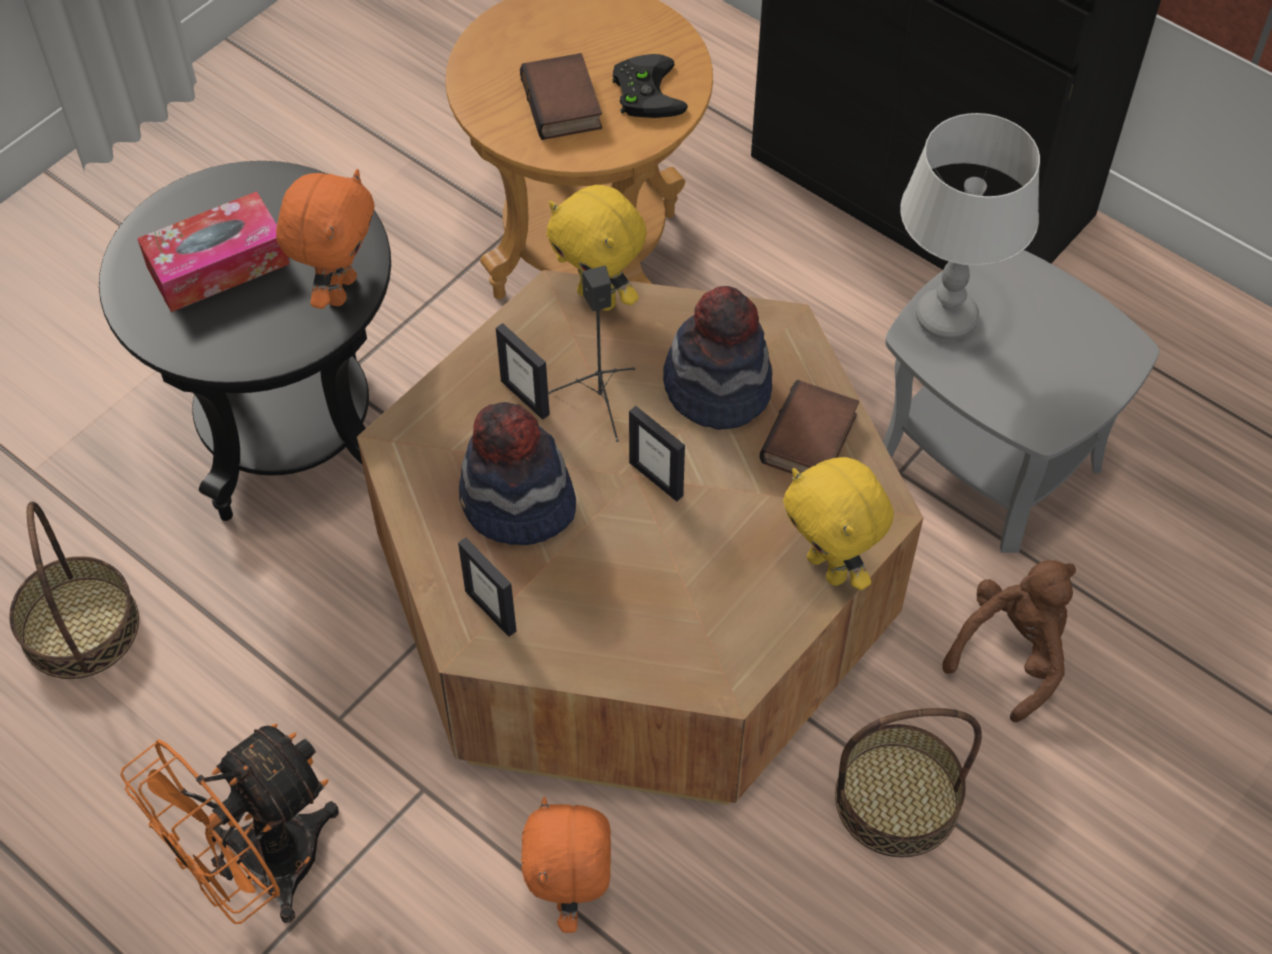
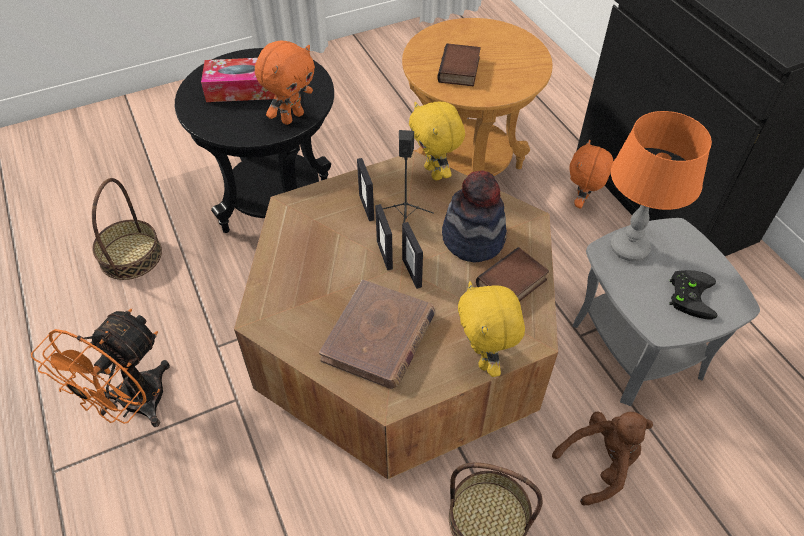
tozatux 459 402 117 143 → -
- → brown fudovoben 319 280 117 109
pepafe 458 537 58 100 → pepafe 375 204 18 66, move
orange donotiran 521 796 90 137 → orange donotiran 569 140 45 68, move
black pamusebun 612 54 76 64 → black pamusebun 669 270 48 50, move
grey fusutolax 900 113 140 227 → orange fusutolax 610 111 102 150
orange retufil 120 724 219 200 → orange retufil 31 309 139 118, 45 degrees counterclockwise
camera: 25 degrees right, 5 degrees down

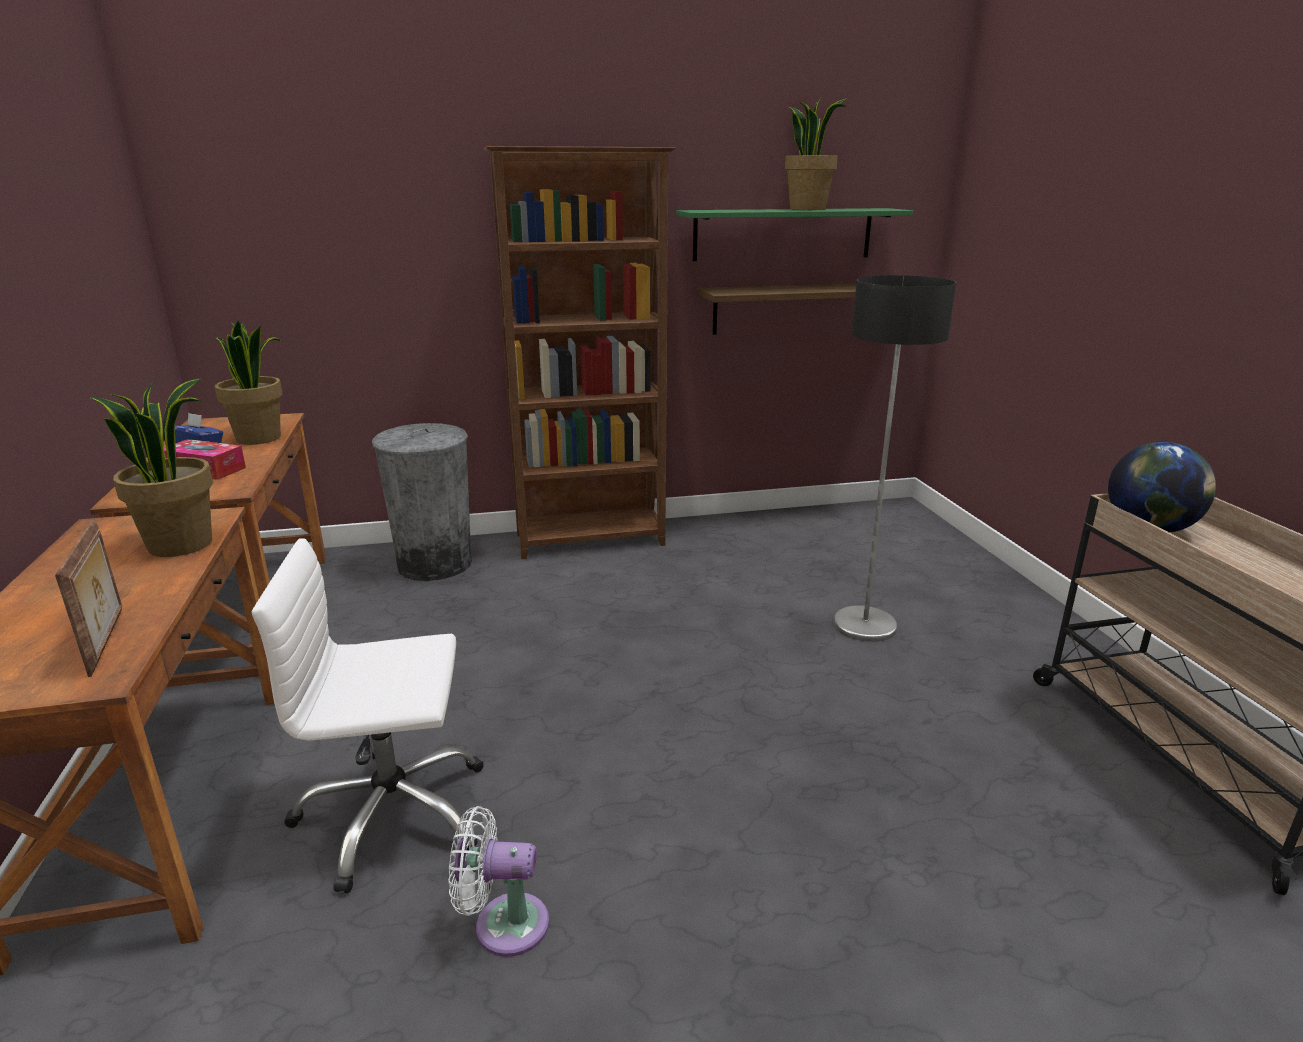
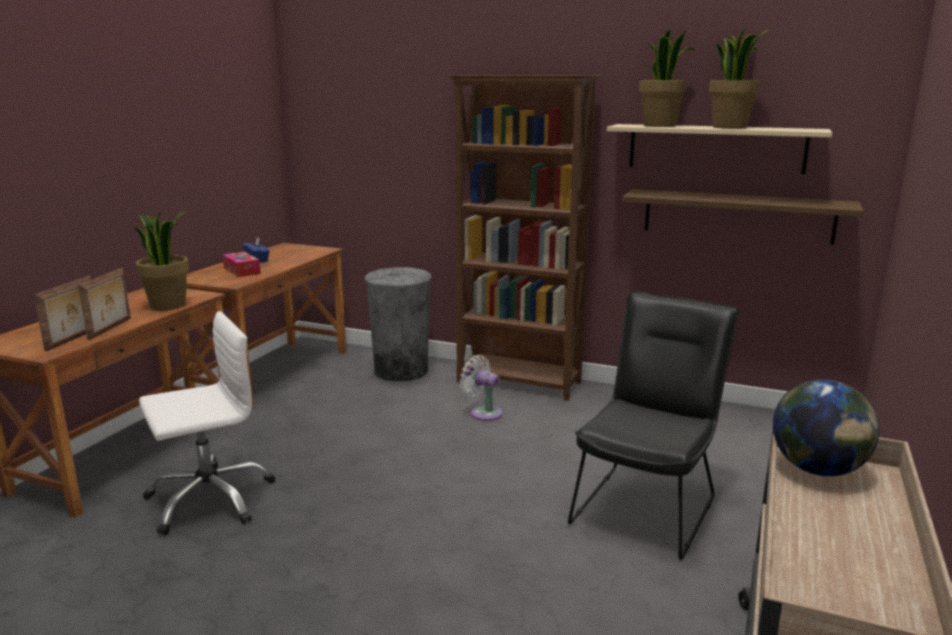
- → pepafe 78 268 53 72
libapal 215 320 68 125 → libapal 639 29 55 98, move
white retufil 448 806 101 151 → white retufil 460 355 43 66, move
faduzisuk 833 275 123 367 → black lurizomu 568 291 171 269
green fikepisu 676 208 237 53 → beige fikepisu 607 124 225 50
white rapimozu 252 538 232 356 → white rapimozu 139 311 136 224, 120 degrees clockwise
camera: 35 degrees right, 5 degrees down

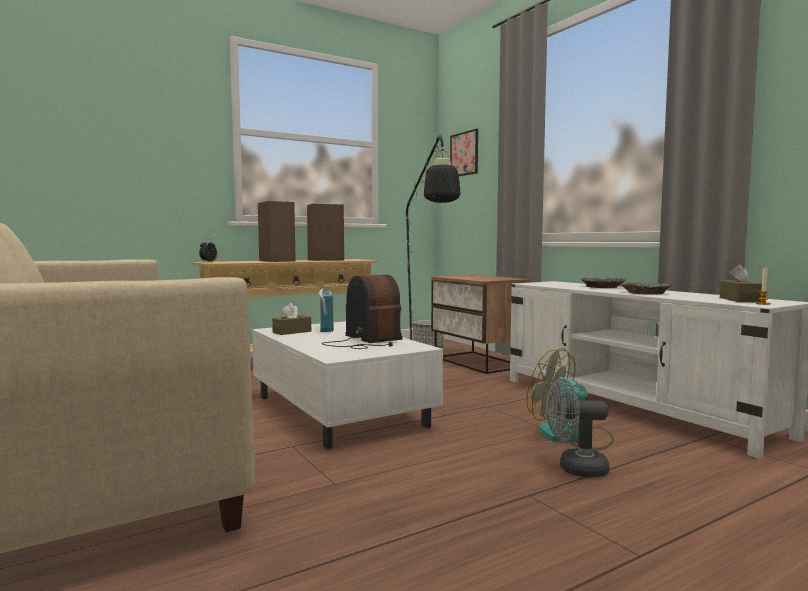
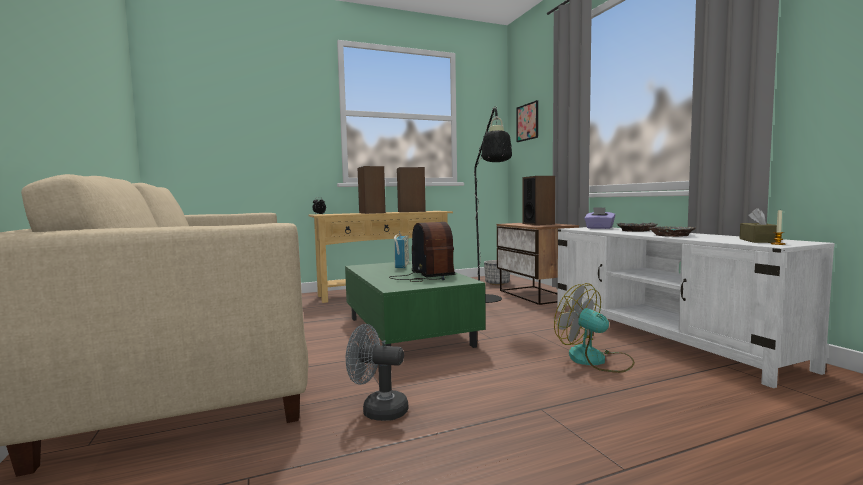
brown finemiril 272 303 39 32 → -
- → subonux 522 176 33 49
- → purple finemiril 584 207 31 22
grey retufil 546 378 63 99 → grey retufil 346 324 63 97, move
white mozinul 252 321 191 128 → green mozinul 345 261 141 87
camera: 10 degrees right, 0 degrees up

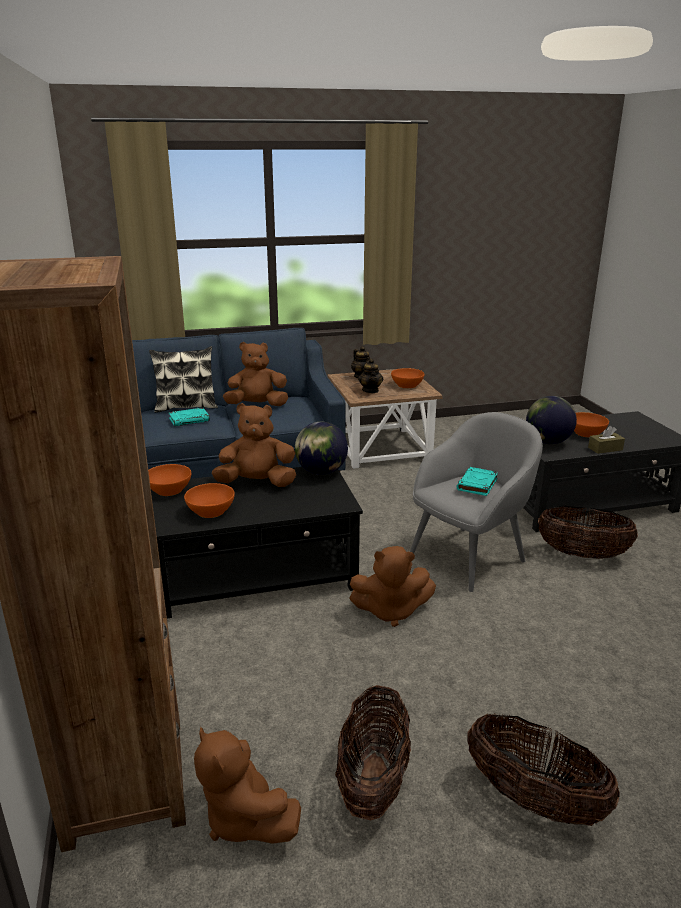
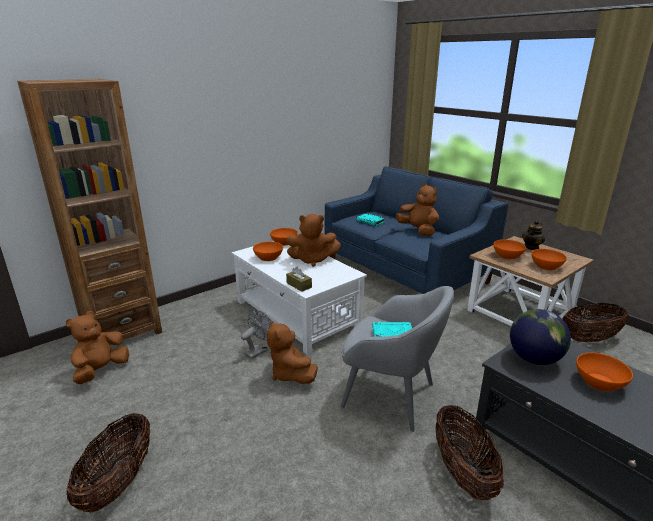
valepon 149 346 69 67 → -
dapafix 295 422 53 53 → -
- → grey retufil 241 309 30 50
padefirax 335 685 76 136 → padefirax 563 303 66 39, move
brown finemiril 588 426 37 28 → brown finemiril 286 266 26 26, move
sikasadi 358 358 25 35 → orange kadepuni 493 239 33 20
black mozinul 151 467 212 152 → white mozinul 232 241 135 114
brown donotiran 212 403 84 84 → brown donotiran 286 214 55 53, 120 degrees clockwise
camera: 65 degrees right, 0 degrees up

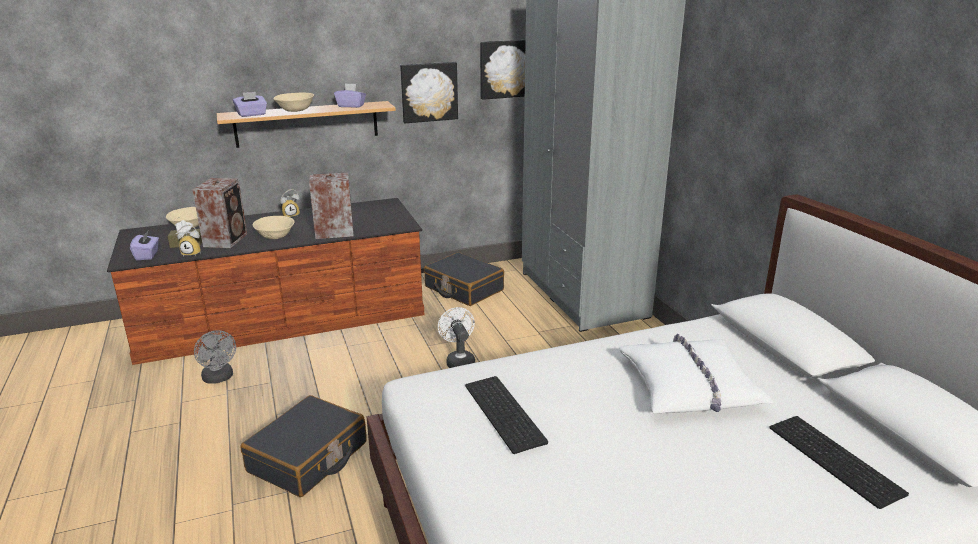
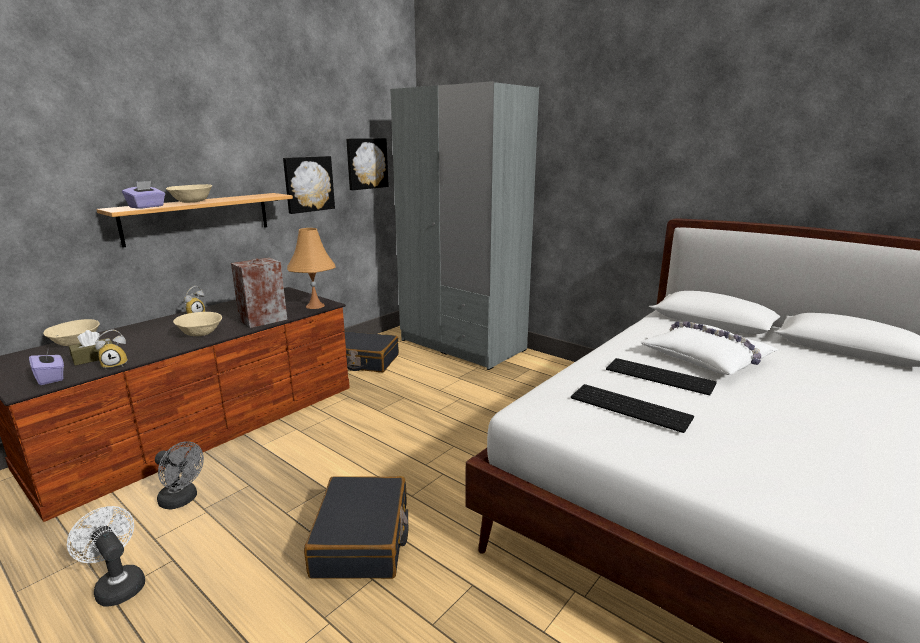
subonux 192 178 55 70 → -
purple finemiril 334 83 32 25 → -
- → orange fusutolax 287 228 49 81
white retufil 438 307 37 61 → white retufil 67 506 78 101, move
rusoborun 770 416 139 93 → rusoborun 606 358 111 37, move
camera: 30 degrees left, 5 degrees down

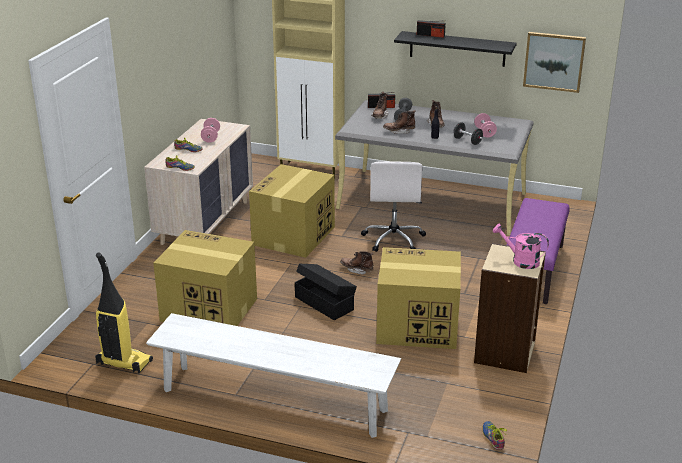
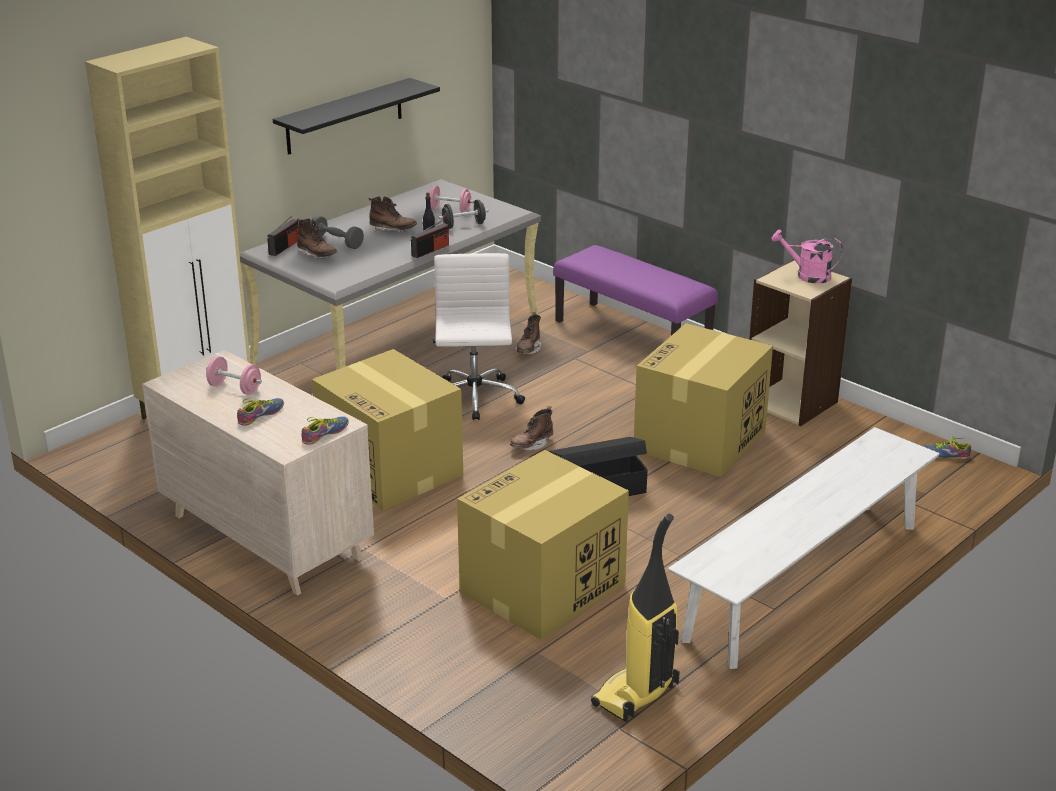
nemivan 523 32 63 61 → -
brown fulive 383 110 33 24 → brown fulive 515 312 26 43, move
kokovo 417 20 29 18 → kokovo 411 220 38 38, move
white rapimozu 361 161 65 91 → white rapimozu 433 253 92 167, 120 degrees counterclockwise
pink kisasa 493 224 56 45 → pink kisasa 772 229 71 54, 60 degrees clockwise
camera: 65 degrees left, 0 degrees up

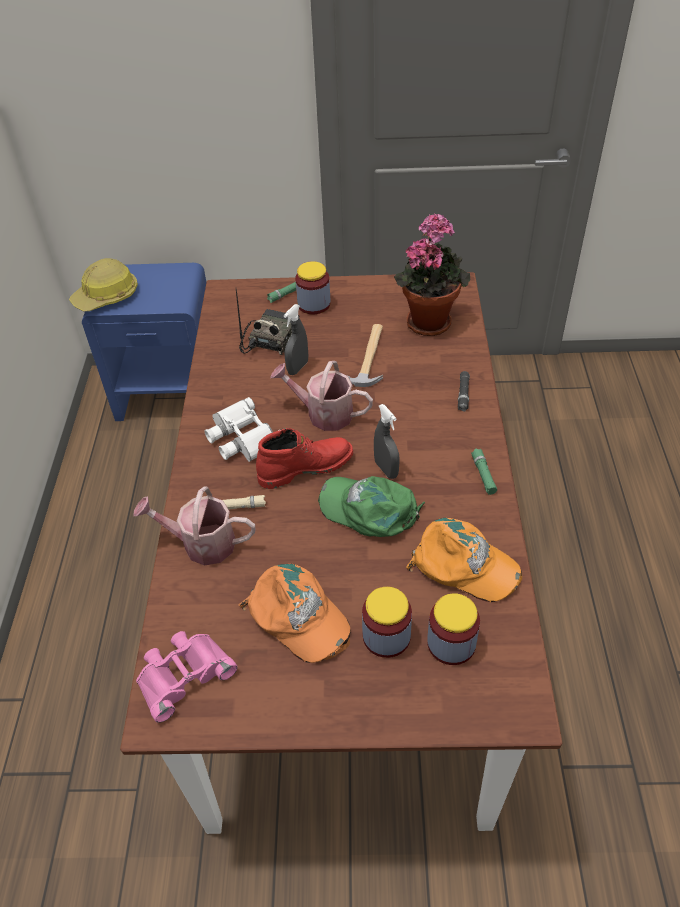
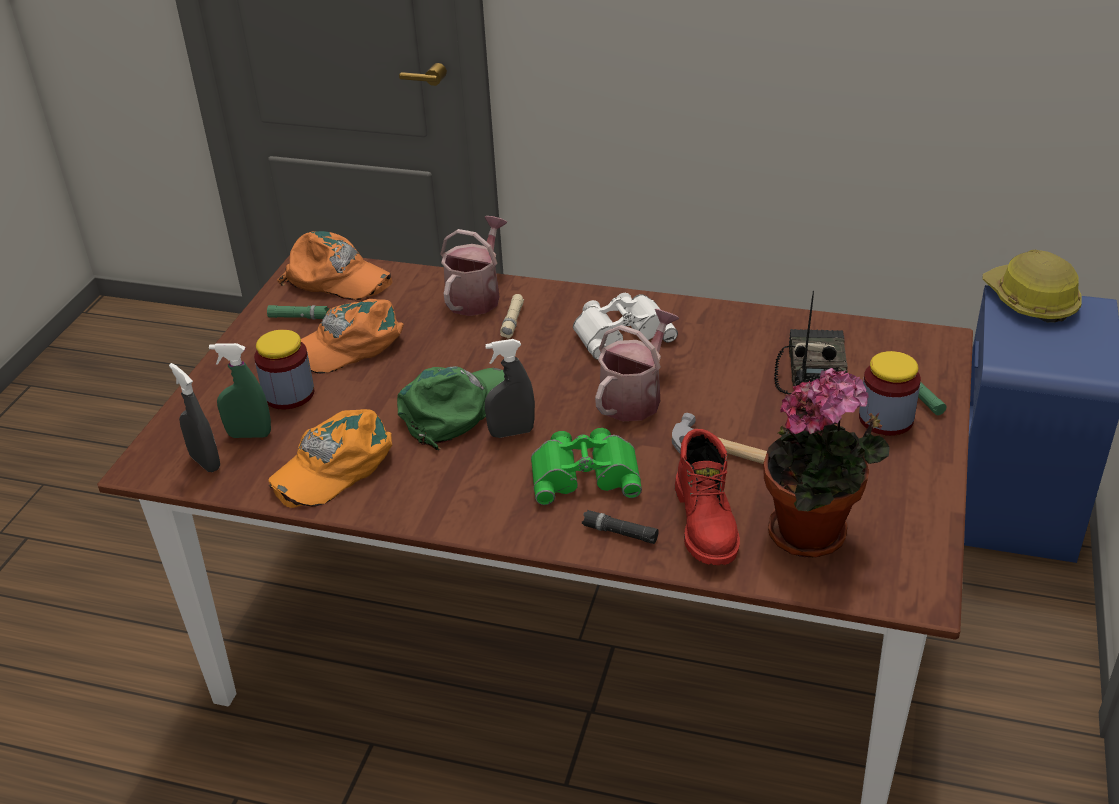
- → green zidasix 531 428 111 77
red fulive 256 428 97 61 → red fulive 675 429 65 136, move
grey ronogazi 284 304 24 71 → grey ronogazi 169 363 51 109, move
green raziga 471 448 26 47 → green raziga 267 305 62 14, move
pink zidasix 136 631 102 92 → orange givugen 277 231 116 69
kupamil 427 593 53 72 → green ronogazi 209 343 62 95
kokovo 235 287 64 68 → kokovo 774 291 74 103, 120 degrees counterclockwise
camera: 105 degrees right, 10 degrees down

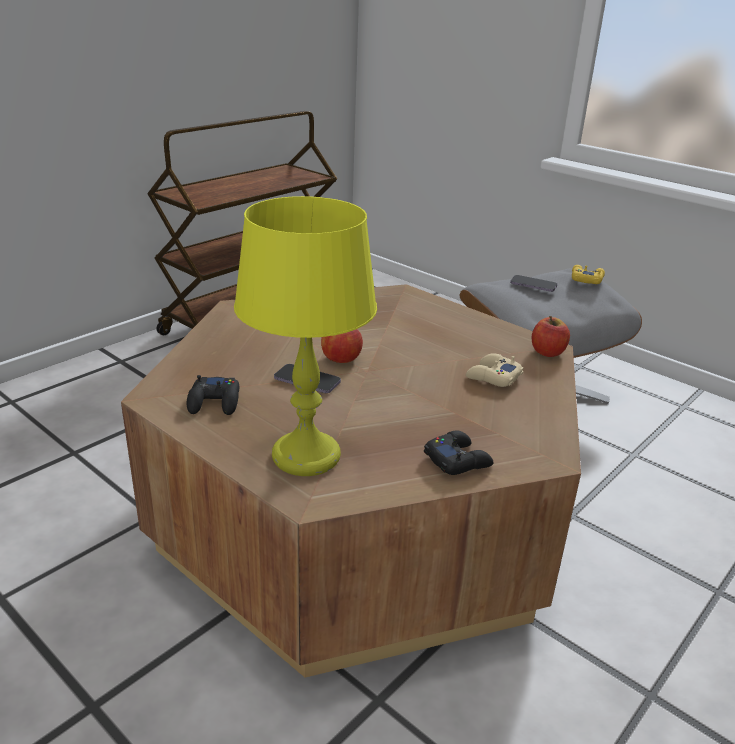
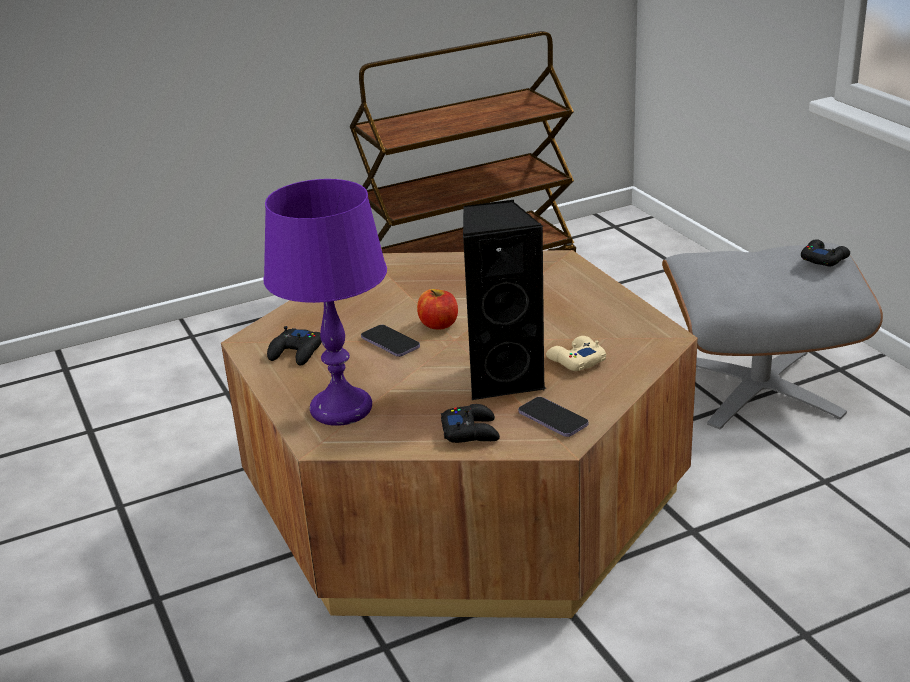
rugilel 532 316 38 41 → -
- → black subonux 463 200 84 200
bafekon 510 275 47 17 → bafekon 518 397 71 40, move
yellow fusutolax 234 196 143 280 → purple fusutolax 263 179 124 247
yellow pamusebun 572 265 33 19 → black pamusebun 801 239 49 28
camera: 25 degrees right, 0 degrees up

